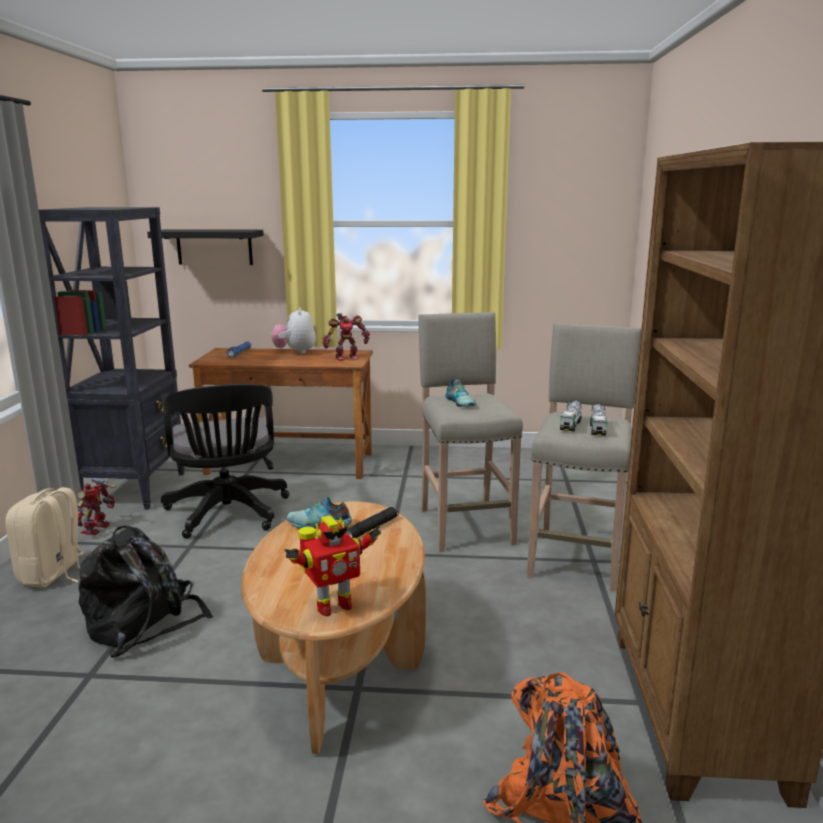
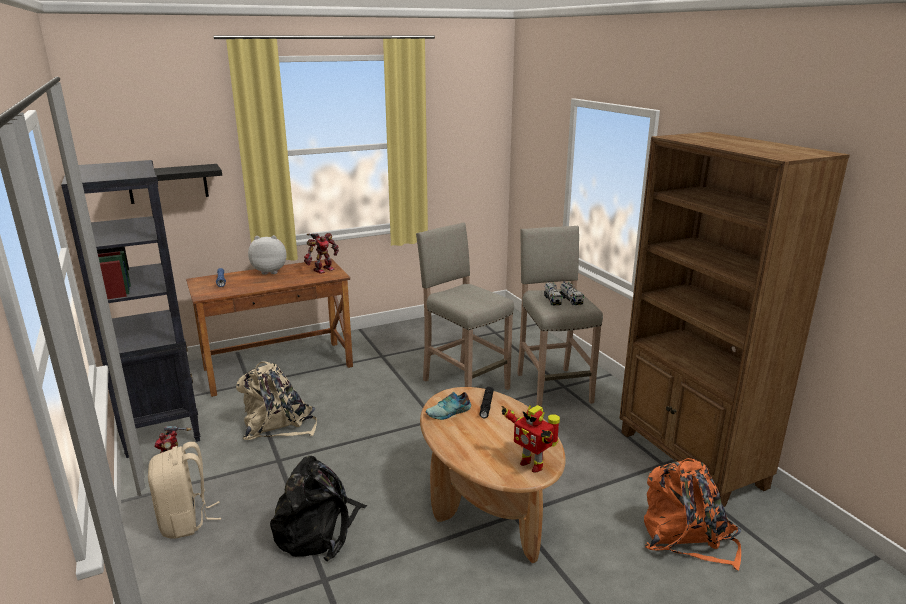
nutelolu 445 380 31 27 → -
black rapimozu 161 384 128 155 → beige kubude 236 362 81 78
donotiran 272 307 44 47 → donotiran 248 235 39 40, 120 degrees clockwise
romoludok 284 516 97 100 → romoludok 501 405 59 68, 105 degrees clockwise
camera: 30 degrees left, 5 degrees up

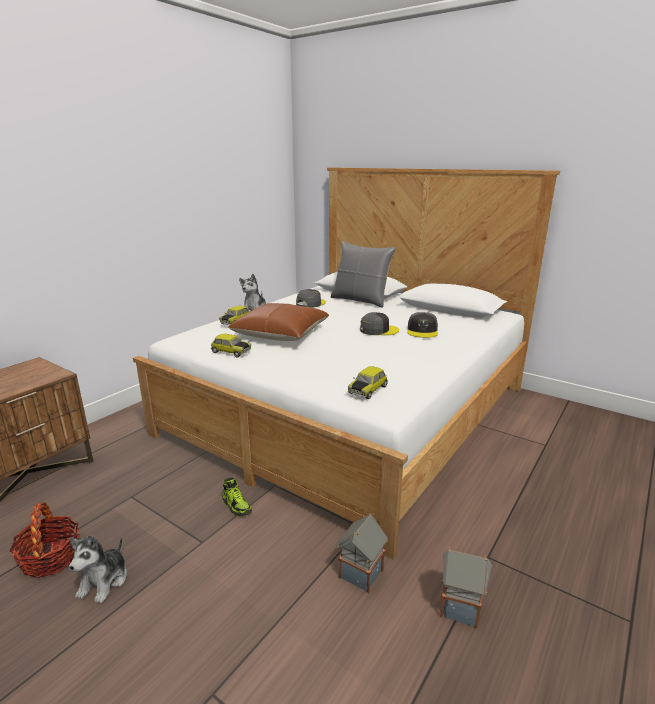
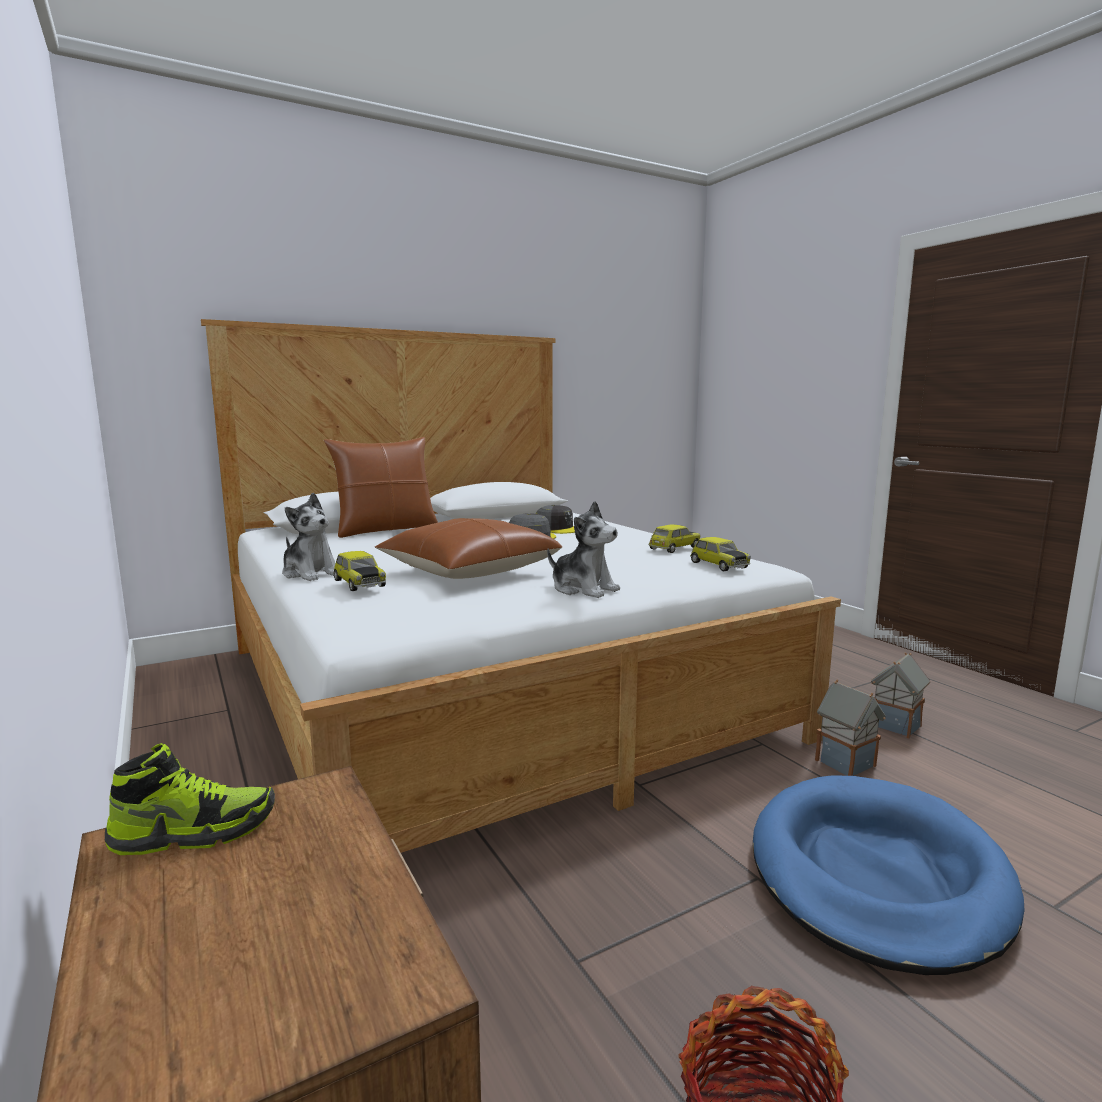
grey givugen 296 289 30 19 → -
- → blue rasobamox 753 775 272 200
donotiran 69 535 58 69 → donotiran 547 501 73 97, move
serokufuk 211 334 40 23 → serokufuk 648 524 52 29, move
nutelolu 222 478 30 39 → nutelolu 105 743 170 112, move
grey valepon 331 241 65 67 → brown valepon 324 437 114 101
camera: 65 degrees left, 10 degrees down

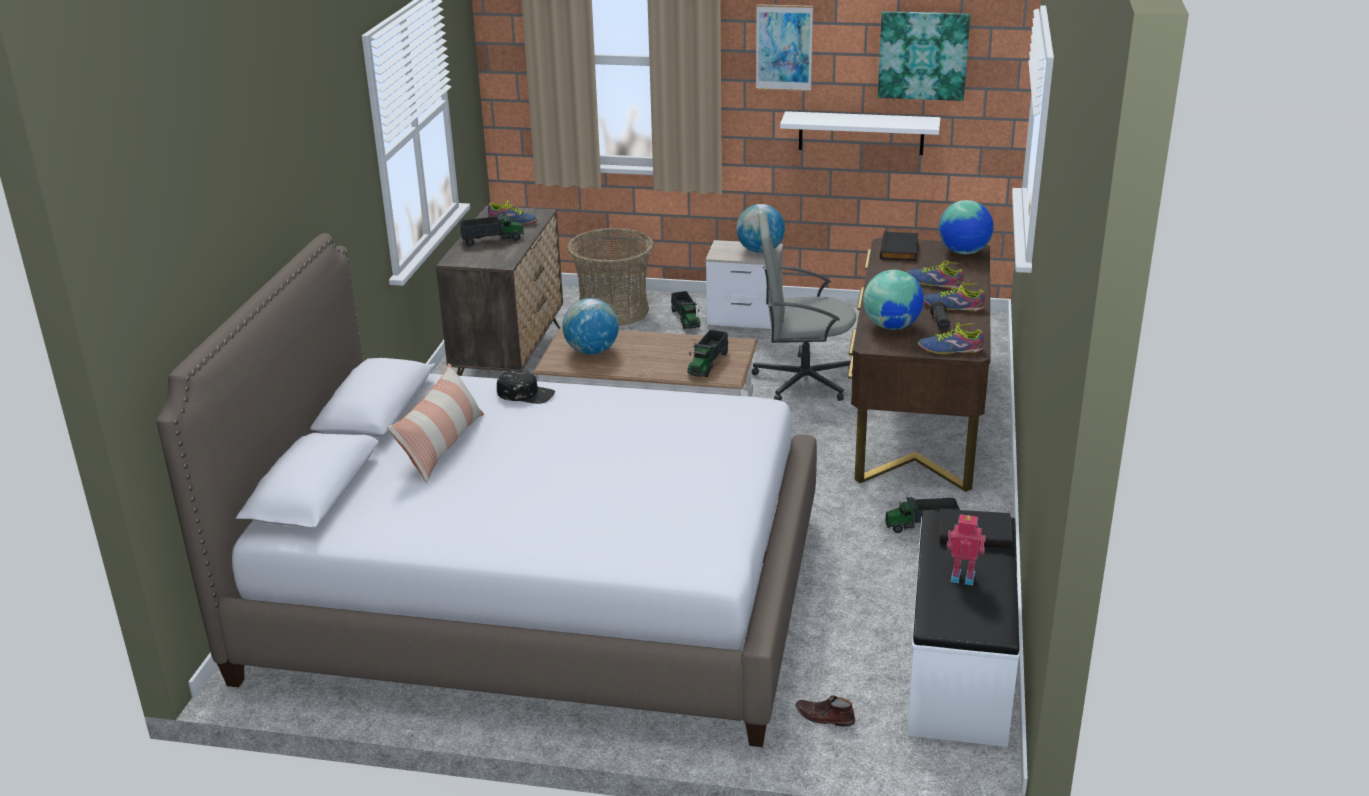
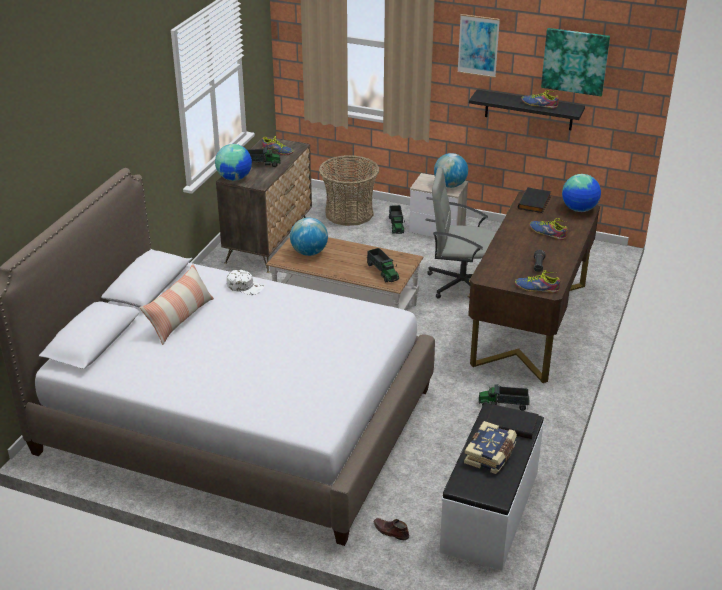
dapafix 863 270 61 60 → dapafix 215 144 37 37, move
nutelolu 924 282 61 29 → nutelolu 521 90 38 18, move
romoludok 947 514 39 72 → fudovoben 464 421 53 53
black givugen 497 370 58 34 → white givugen 227 270 37 25
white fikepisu 780 111 160 44 → black fikepisu 469 90 116 40
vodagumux 687 330 41 47 → vodagumux 367 248 32 34, 60 degrees counterclockwise
camera: 10 degrees right, 5 degrees up

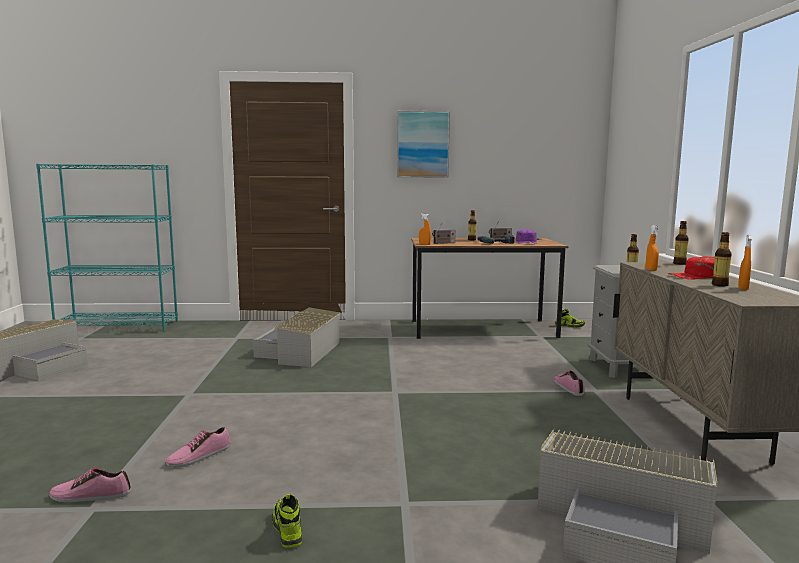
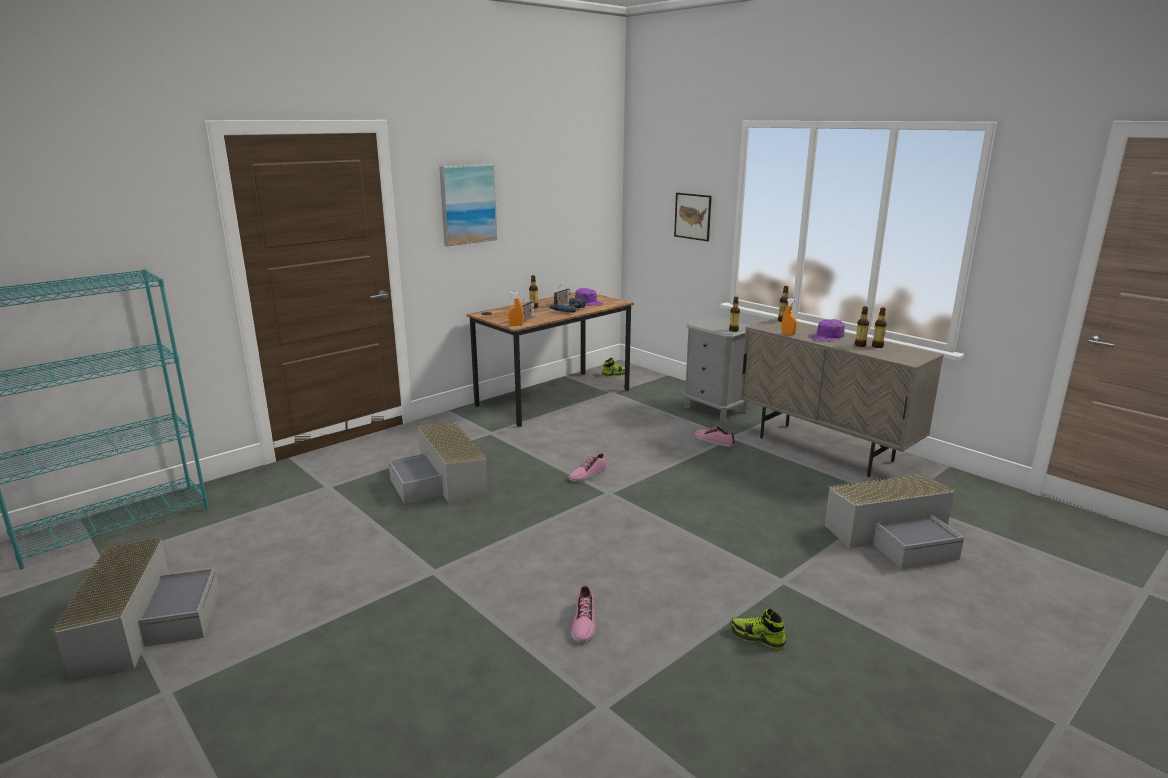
- → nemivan 674 193 38 48
nutelolu 49 468 82 34 → nutelolu 569 453 38 29, move
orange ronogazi 738 235 14 55 → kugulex 872 307 15 41
red givugen 669 256 46 23 → purple givugen 810 319 35 23
camera: 40 degrees left, 10 degrees up

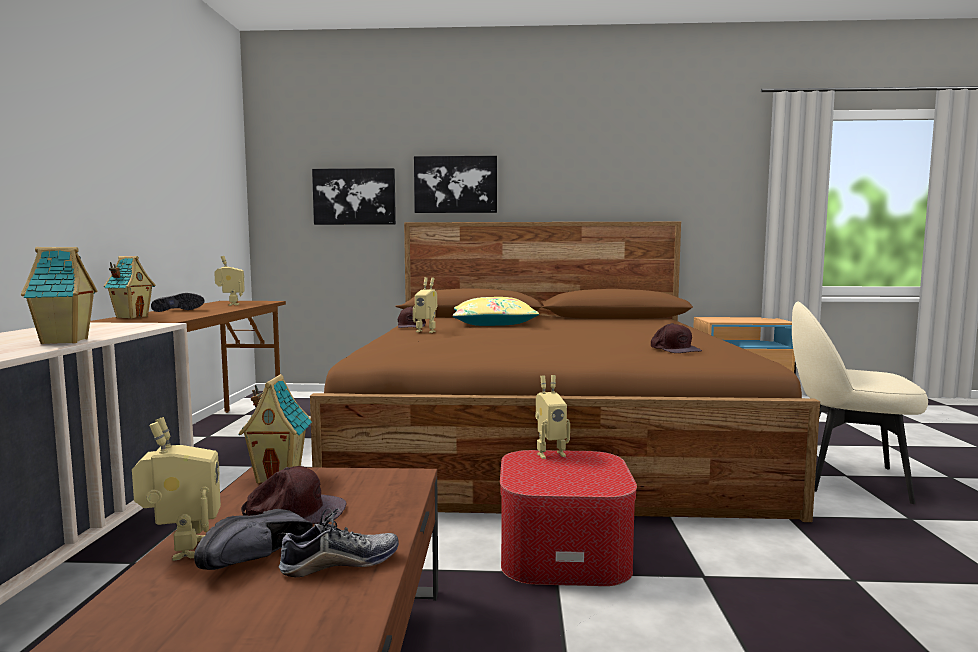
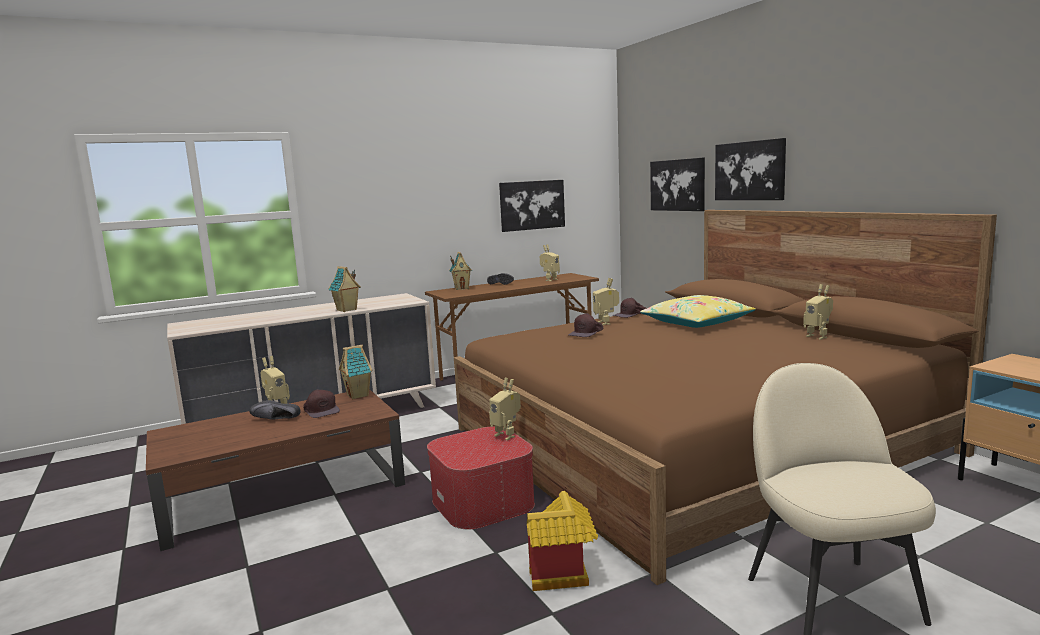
nutelolu 279 509 120 68 → -
- → nemivan 499 180 66 52
- → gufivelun 527 491 71 100
- → romoludok 803 284 30 55
brown givugen 651 323 51 30 → brown givugen 568 313 35 24, move
camera: 60 degrees right, 5 degrees up

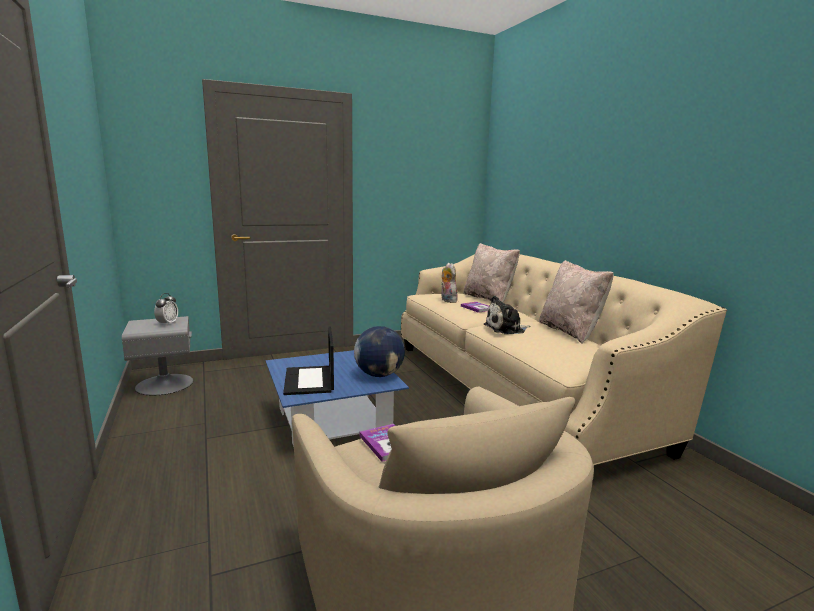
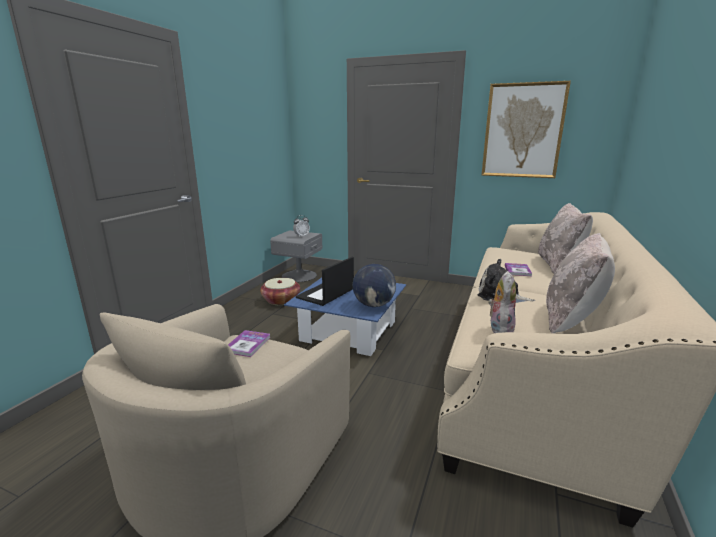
- → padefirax 260 278 40 27
- → nemivan 481 81 90 97
donotiran 441 263 16 40 → donotiran 488 271 28 62, move
camera: 45 degrees right, 5 degrees up

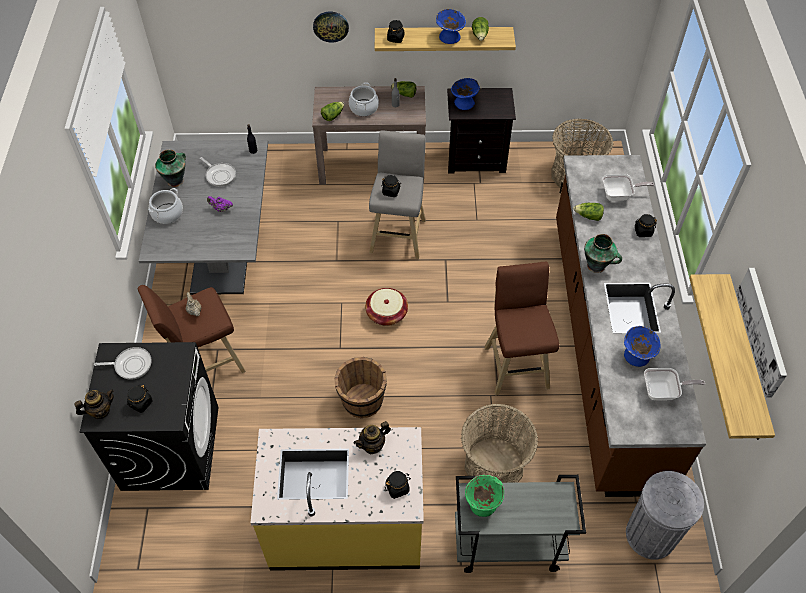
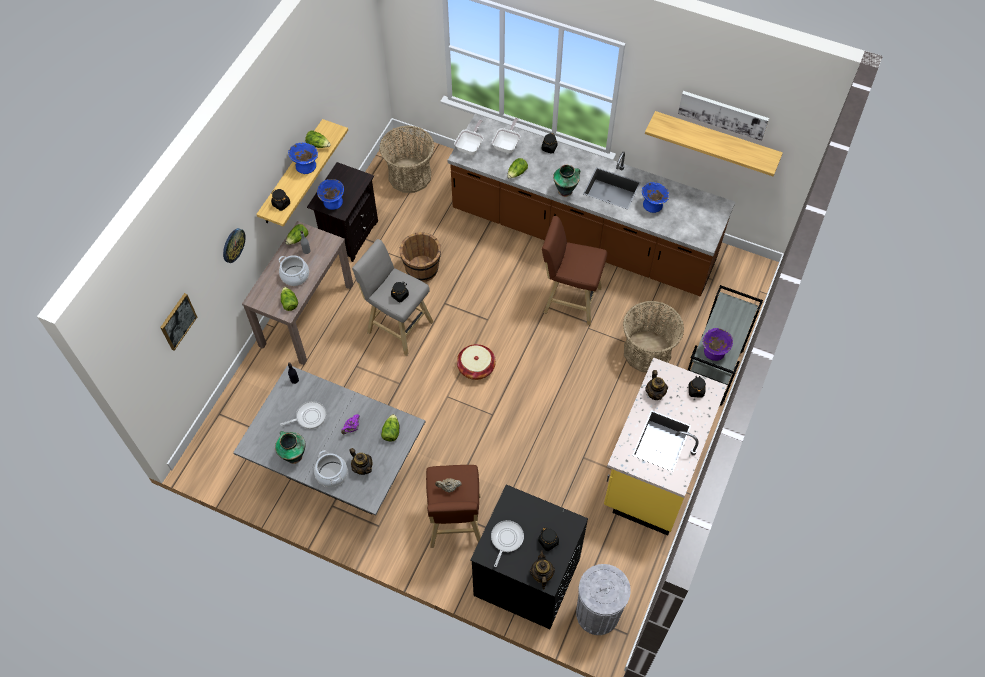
- → nemivan 160 293 37 58
- → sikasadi 349 448 23 27
- → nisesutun 381 414 18 27
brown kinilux 334 357 53 61 → brown kinilux 400 232 41 50, move
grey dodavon 626 471 78 89 → grey dodavon 576 564 55 71, move
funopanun 644 368 61 32 → funopanun 454 120 29 35, move
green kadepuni 465 475 39 42 → purple kadepuni 703 328 30 33
camera: 65 degrees left, 5 degrees up

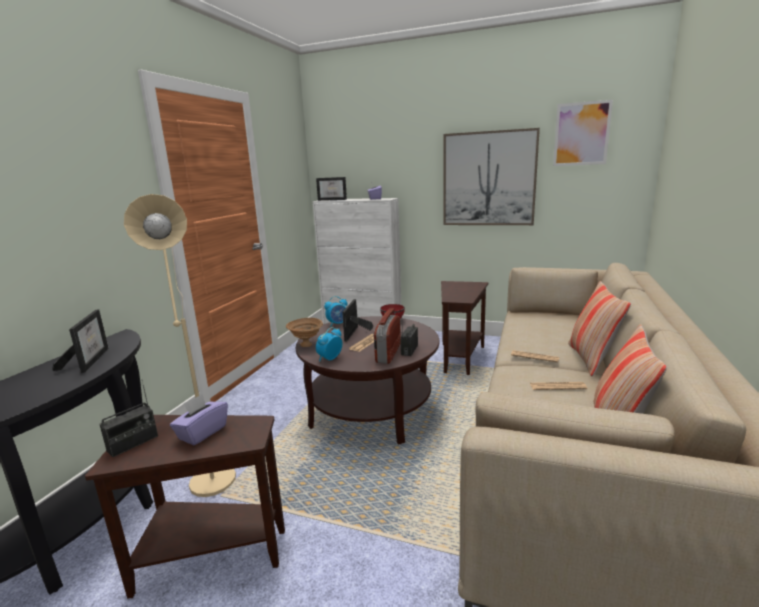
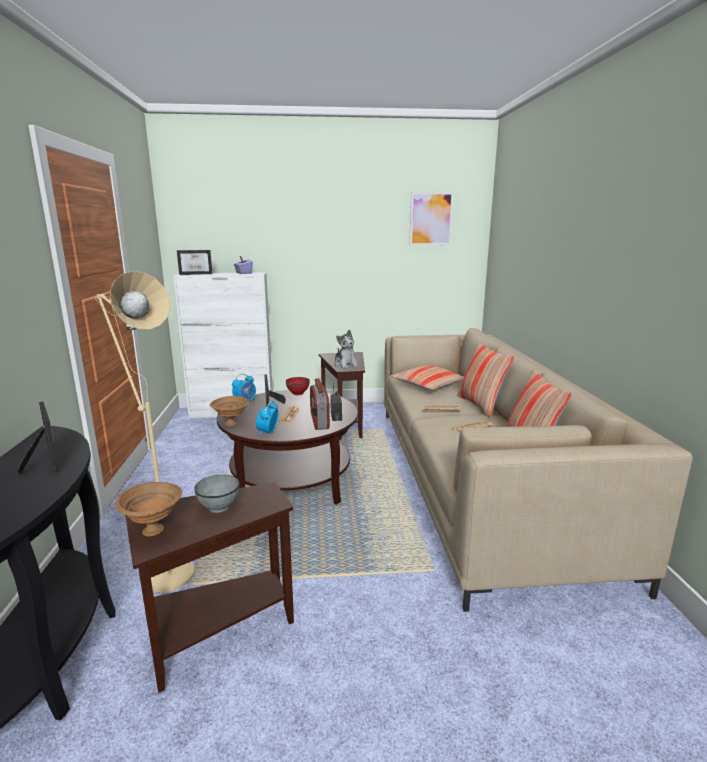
nemivan 443 128 97 97 → -
- → donotiran 334 330 25 39
- → valepon 390 366 74 24
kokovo 99 379 59 78 → brown kadepuni 115 482 67 55
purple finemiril 170 394 58 51 → grey kadepuni 194 475 45 38
camera: 25 degrees left, 0 degrees up

